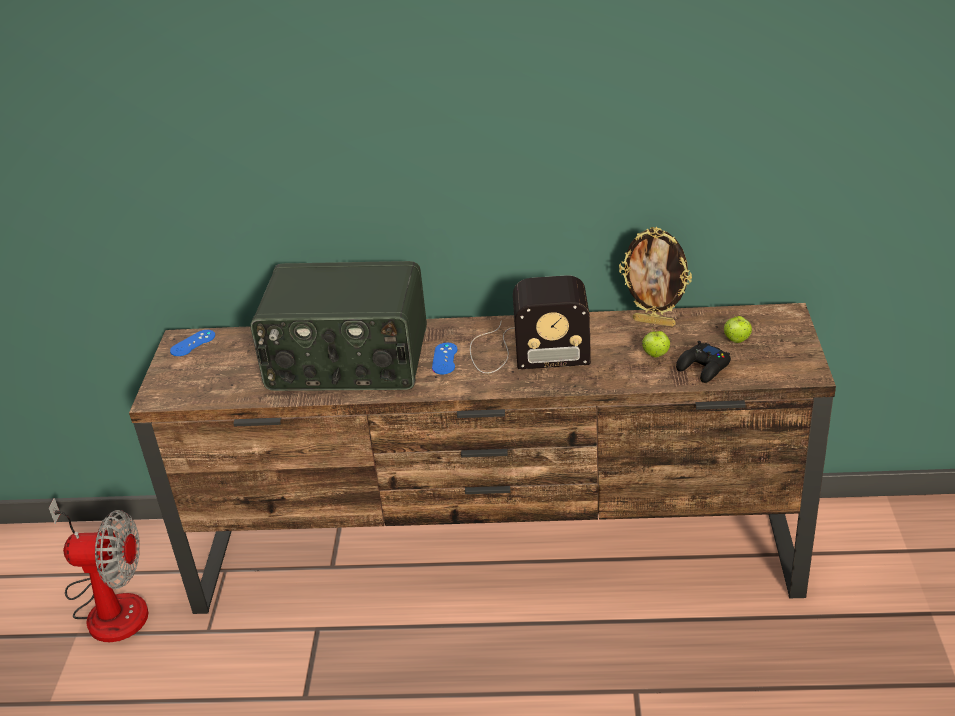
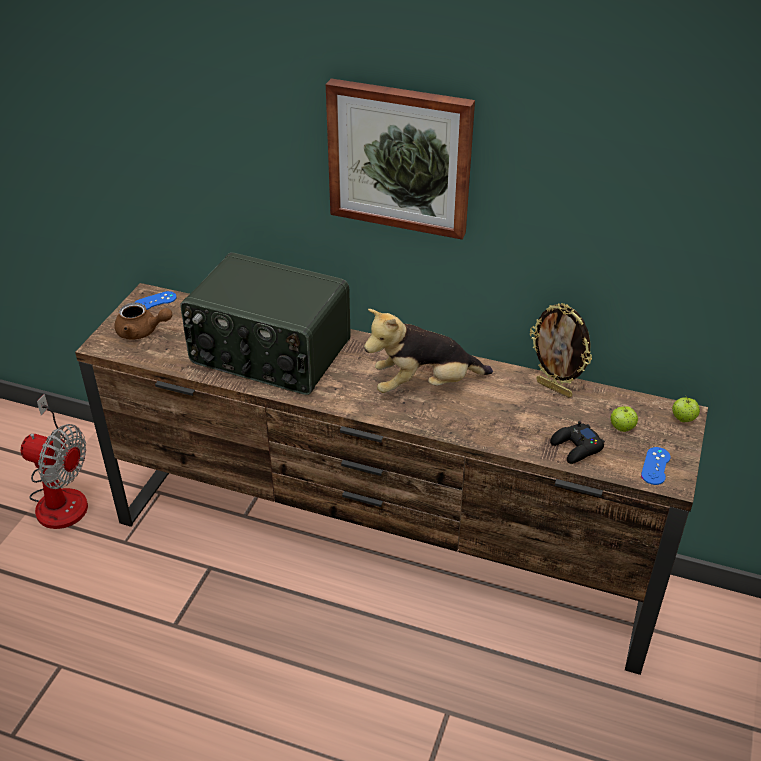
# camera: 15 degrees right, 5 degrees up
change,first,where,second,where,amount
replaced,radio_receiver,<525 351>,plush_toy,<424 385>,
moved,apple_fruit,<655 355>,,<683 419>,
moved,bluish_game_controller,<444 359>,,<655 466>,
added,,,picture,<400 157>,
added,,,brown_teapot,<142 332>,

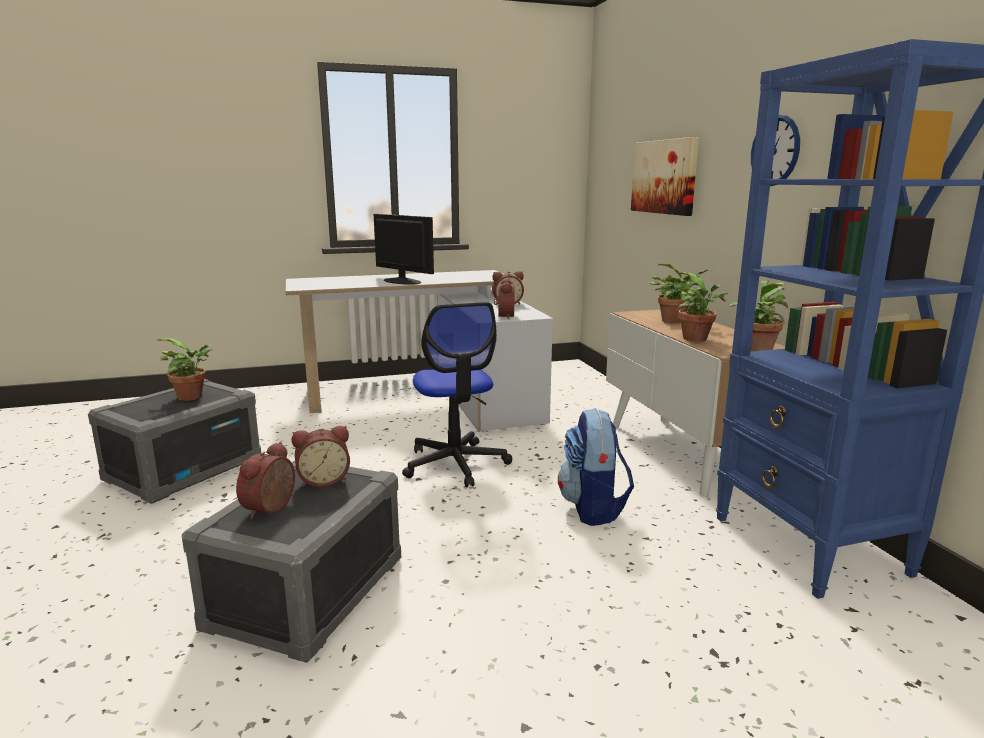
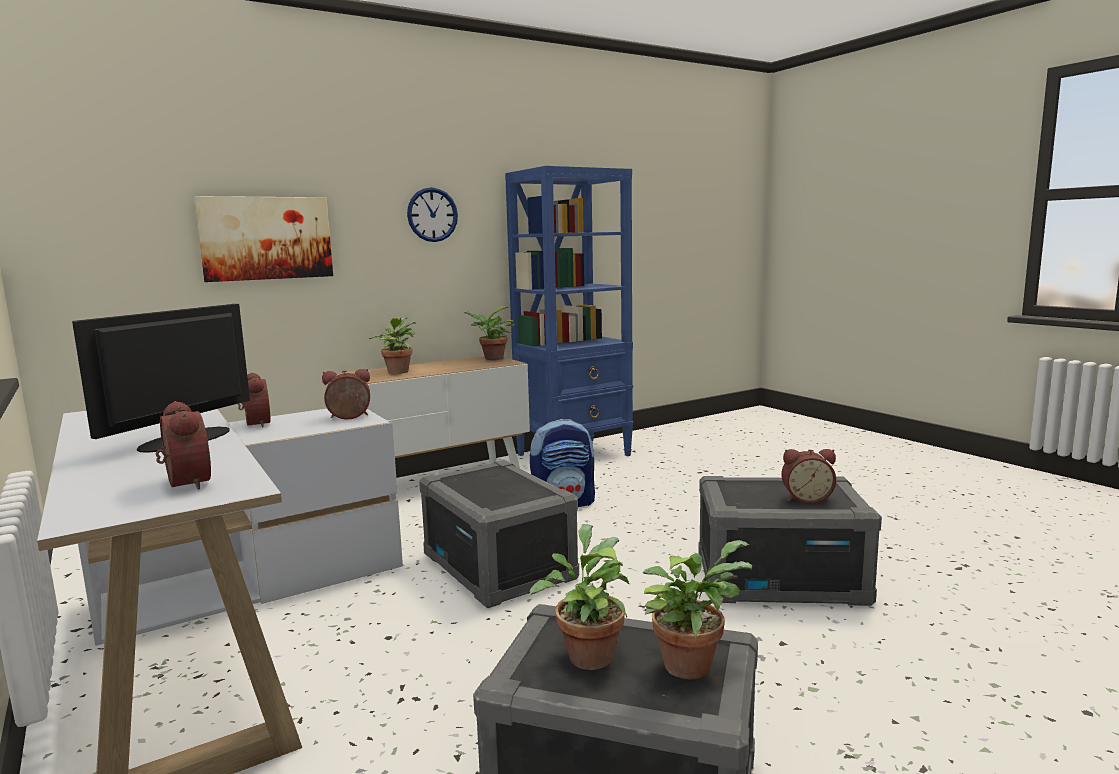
# camera: 105 degrees left, 5 degrees down
change,first,where,second,where,amount
moved,potted_plant,<697 339>,,<690 663>,
replaced,office_chair,<455 464>,grey_storage_bin,<500 567>,
moved,alarm_clock,<323 480>,,<184 483>,

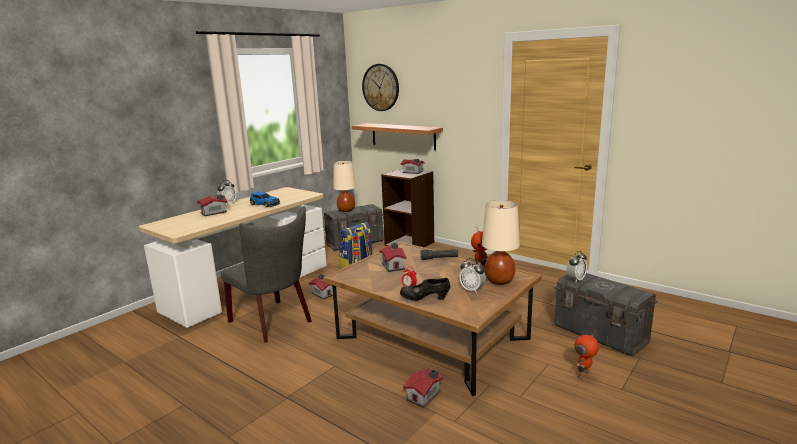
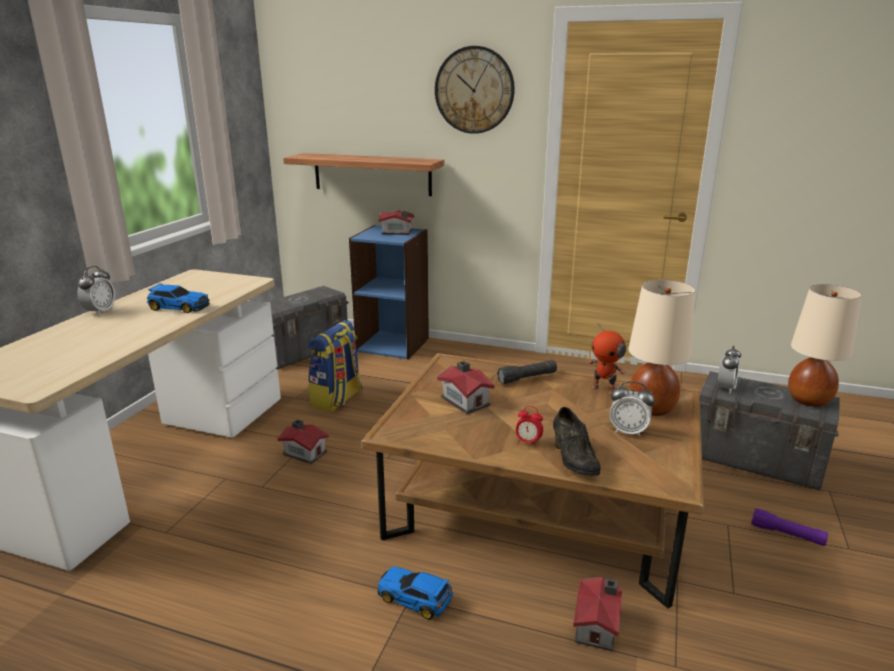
# camera: 20 degrees left, 5 degrees up
change,first,where,second,where,amount
moved,hanging_clock,<381 87>,,<474 90>,
moved,beige-coloured_table_lamp,<346 210>,,<809 400>,
recoloured,brown_bookcase,<410 243>,bluish_bookcase,<393 344>,
removed,toy_house,<214 212>,,,
removed,grey_upright_chair,<274 322>,,,
turned,black-coloured_shoe,<425 299>,,<573 461>,90 degrees counterclockwise
replaced,toy_robot,<584 375>,purplish_flashlight,<787 534>,
added,,,model_car,<416 599>,

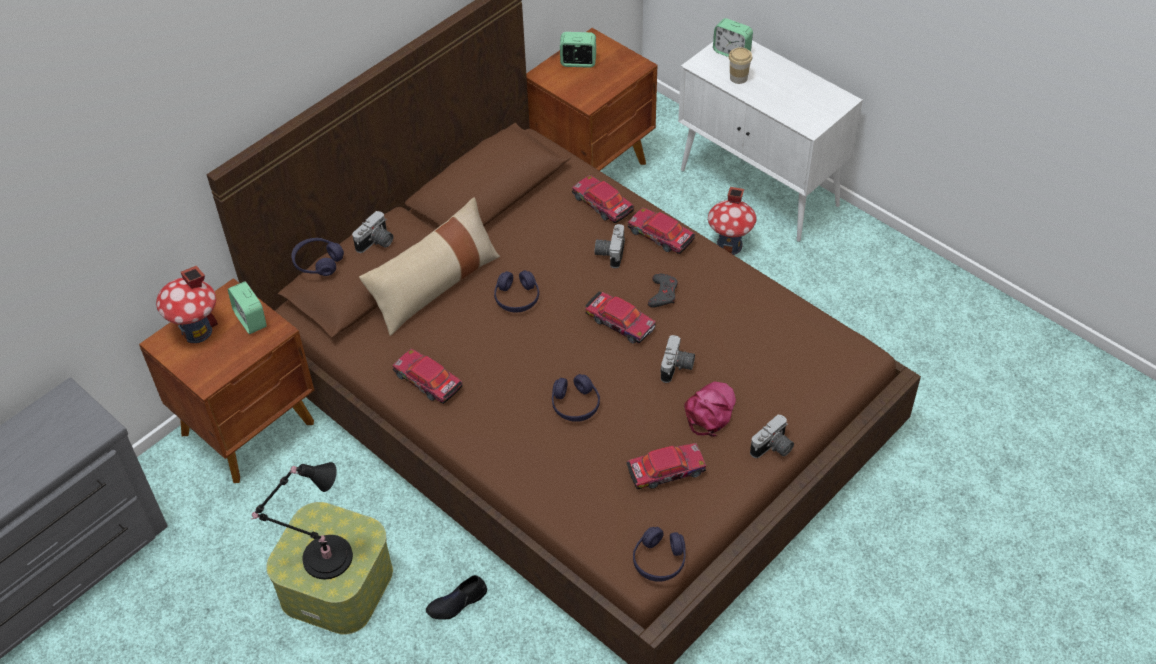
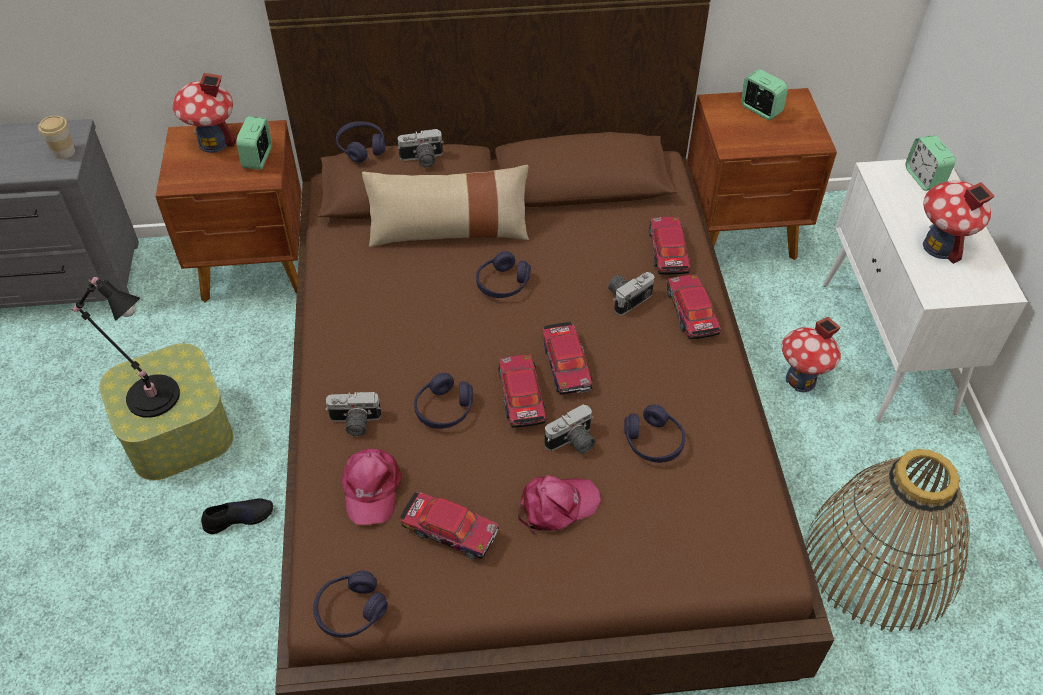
# camera: 40 degrees right, 0 degrees up
change,first,where,second,where,amount
moved,small_cup,<738 78>,,<64 152>,
removed,grey_game_controller,<663 293>,,,
moved,model_car,<428 381>,,<521 397>,
moved,still_camera,<773 448>,,<354 423>,
turned,black-coloured_shoe,<457 602>,,<239 517>,150 degrees clockwise
added,,,toy_house,<940 247>,
added,,,purplish_headset,<653 441>,
added,,,pink_peaked_cap,<371 488>,
added,,,basket,<880 560>,

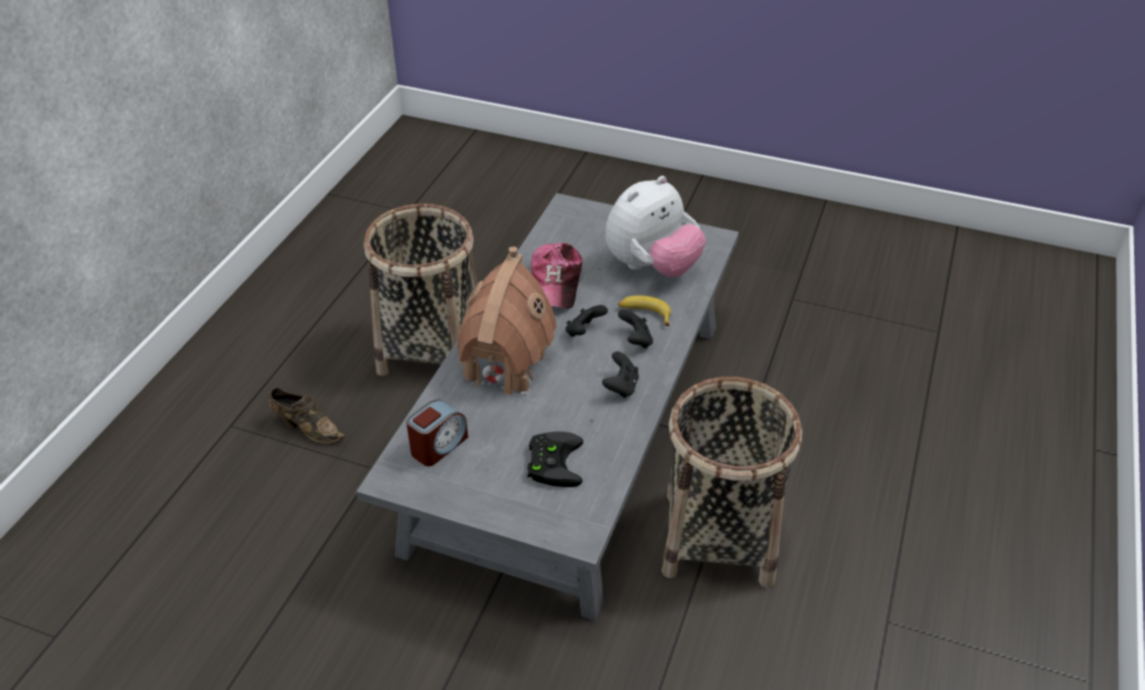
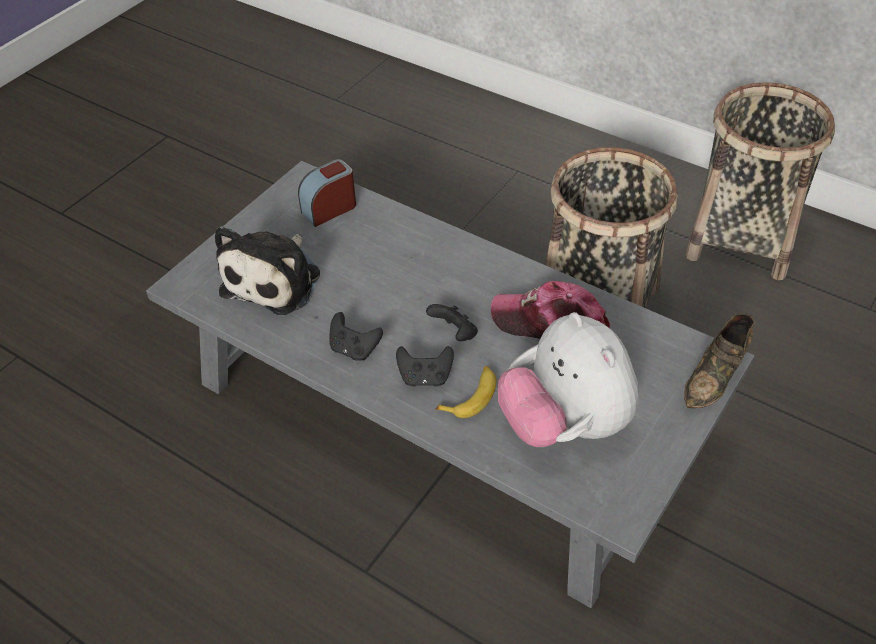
# camera: 105 degrees right, 5 degrees up
change,first,where,second,where,amount
removed,toy_house,<504 365>,,,
moved,basket,<719 538>,,<741 239>,
moved,brown_shoe,<307 428>,,<716 376>,
turned,alarm_clock,<438 446>,,<329 209>,90 degrees clockwise
replaced,black-coloured_game_controller,<552 461>,plush_toy,<275 280>,

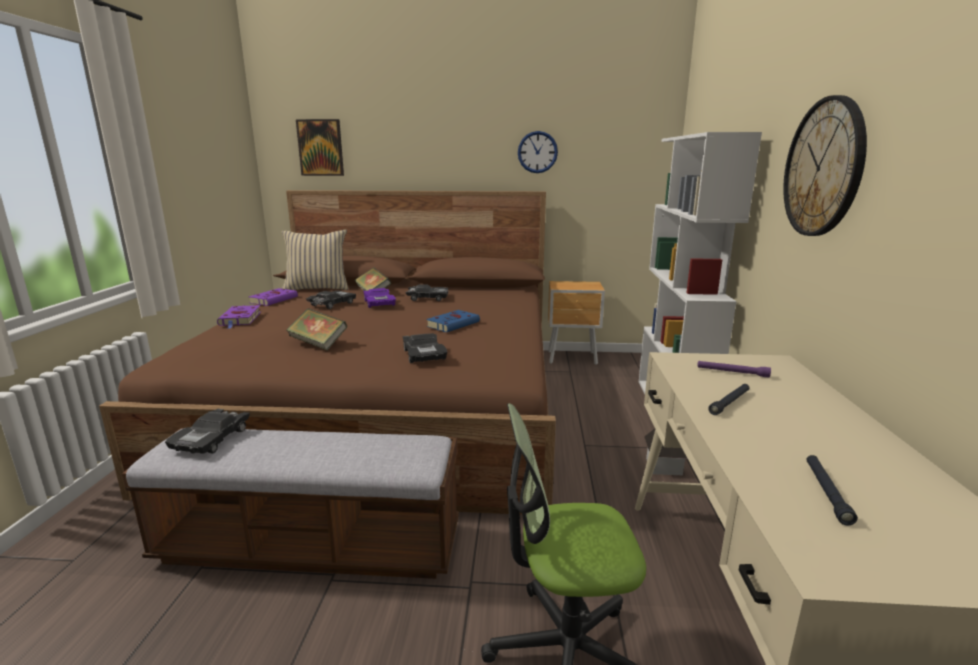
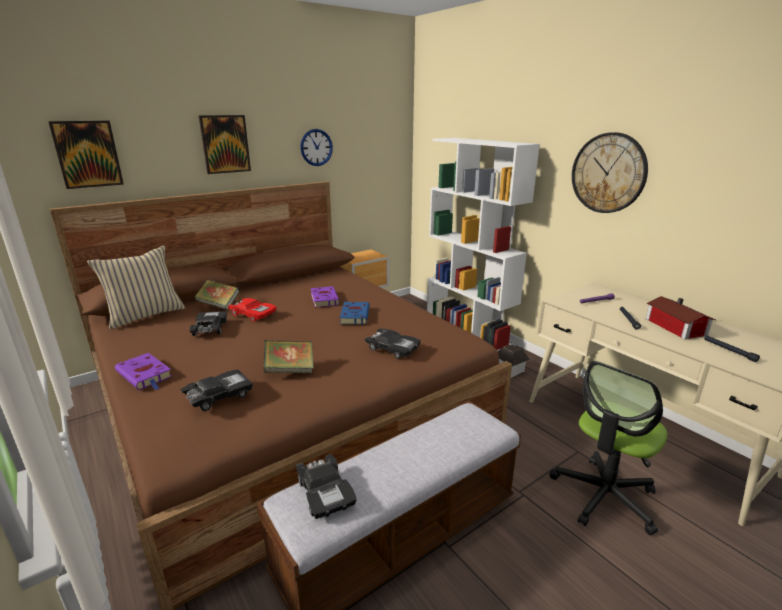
# camera: 40 degrees left, 5 degrees up
change,first,where,second,where,amount
moved,black-coloured_model_car,<427 298>,,<218 396>,
moved,purplish_book,<274 299>,,<324 299>,
recoloured,purplish_model_car,<379 303>,red-coloured_model_car,<253 314>,
added,,,picture,<225 144>,
added,,,toy_house,<675 327>,

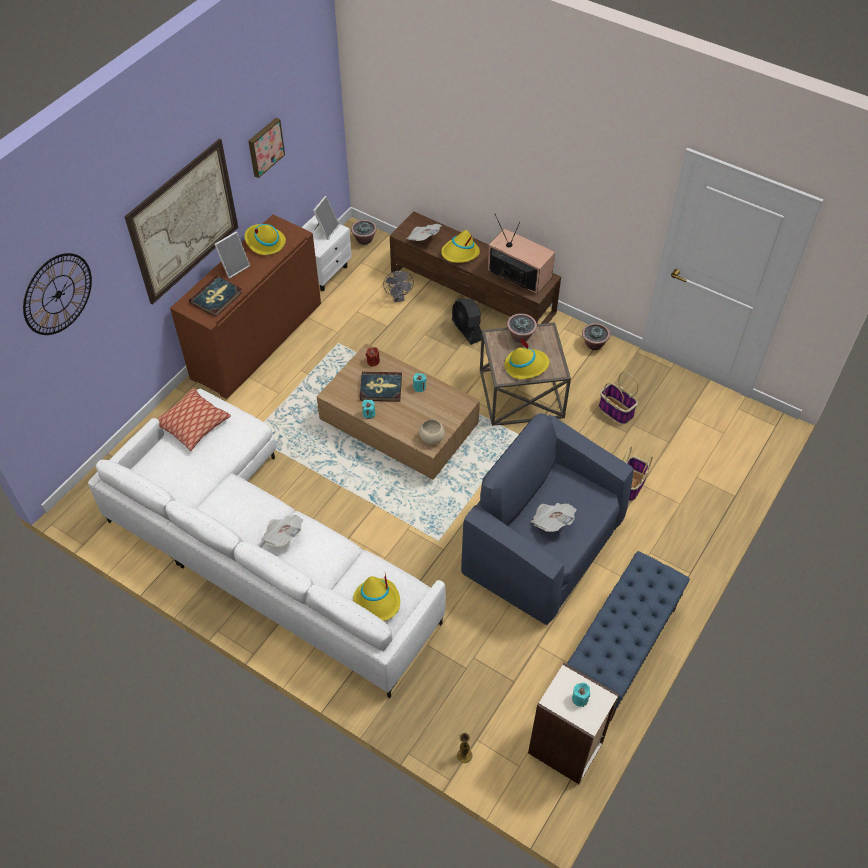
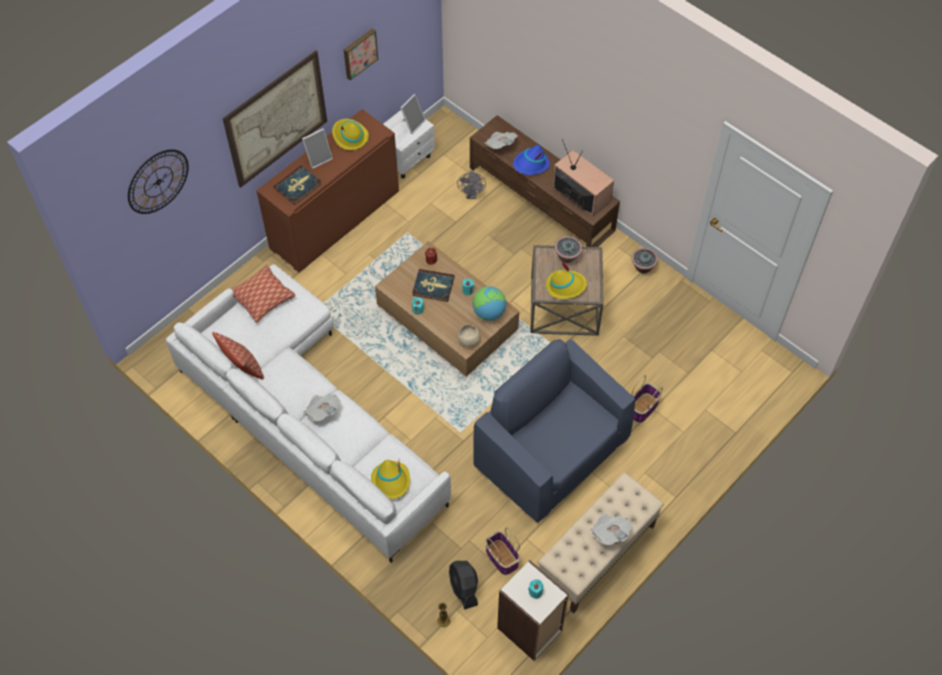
# camera: 10 degrees right, 5 degrees up
change,first,where,second,where,amount
removed,potted_plant,<364 240>,,,
recoloured,yellow_clothing_hat,<460 253>,bluish_clothing_hat,<531 164>,
moved,black-coloured_electric_fan,<467 330>,,<464 588>,
moved,basket,<615 410>,,<501 557>,
moved,daily_paper,<552 522>,,<610 532>,
recoloured,bluish_bench,<620 650>,beige-coloured_bench,<596 555>,
added,,,desk_globe,<488 312>,
added,,,throw_pillow,<243 368>,

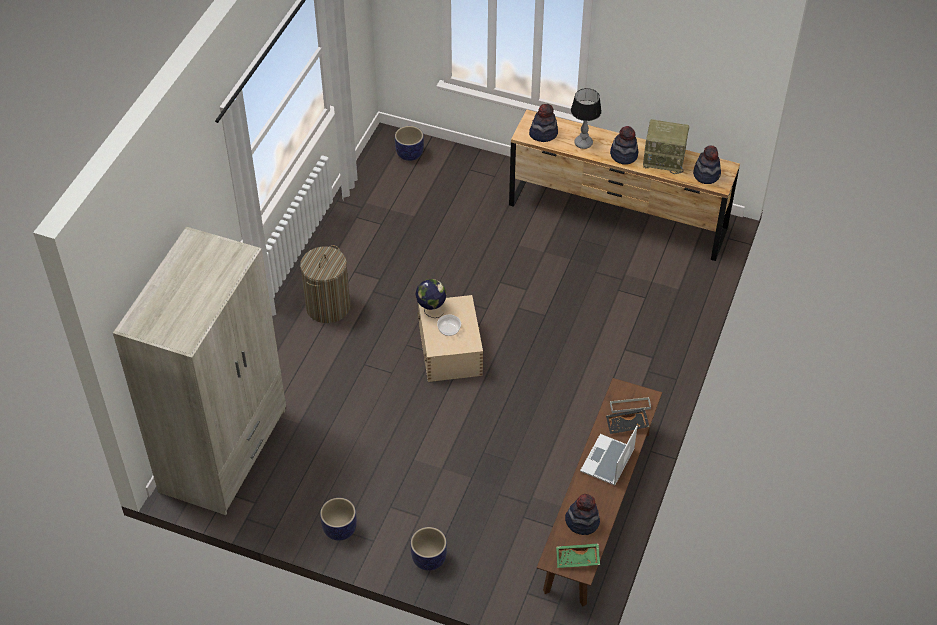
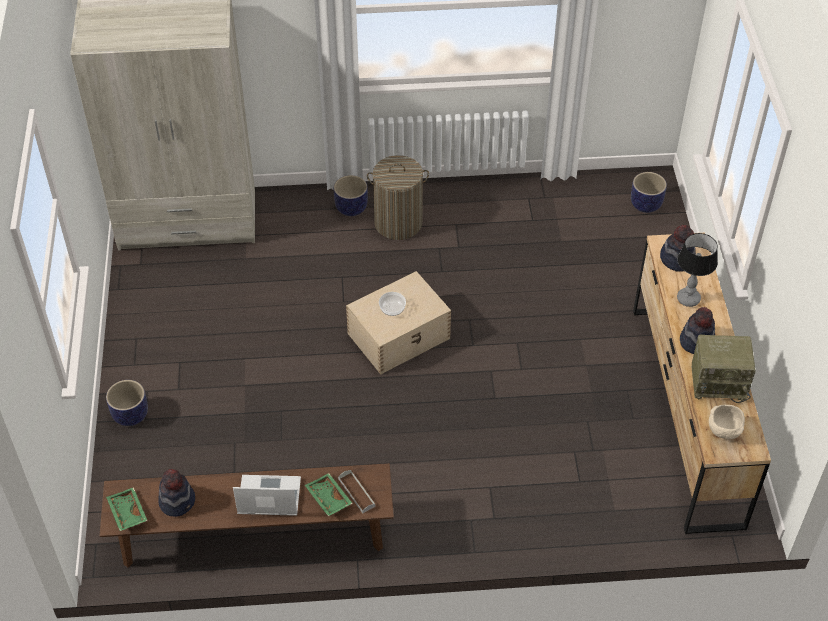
# camera: 65 degrees right, 0 degrees up
change,first,where,second,where,amount
turned,radio_receiver,<664 159>,,<719 382>,75 degrees counterclockwise
replaced,clothing_hat,<706 174>,beige-coloured_serving_bowl,<725 431>,
removed,desk_globe,<431 309>,,,
recoloured,black-coloured_serving_tray,<627 425>,green_serving_tray,<327 498>,
moved,flower_pot,<340 529>,,<351 208>,

